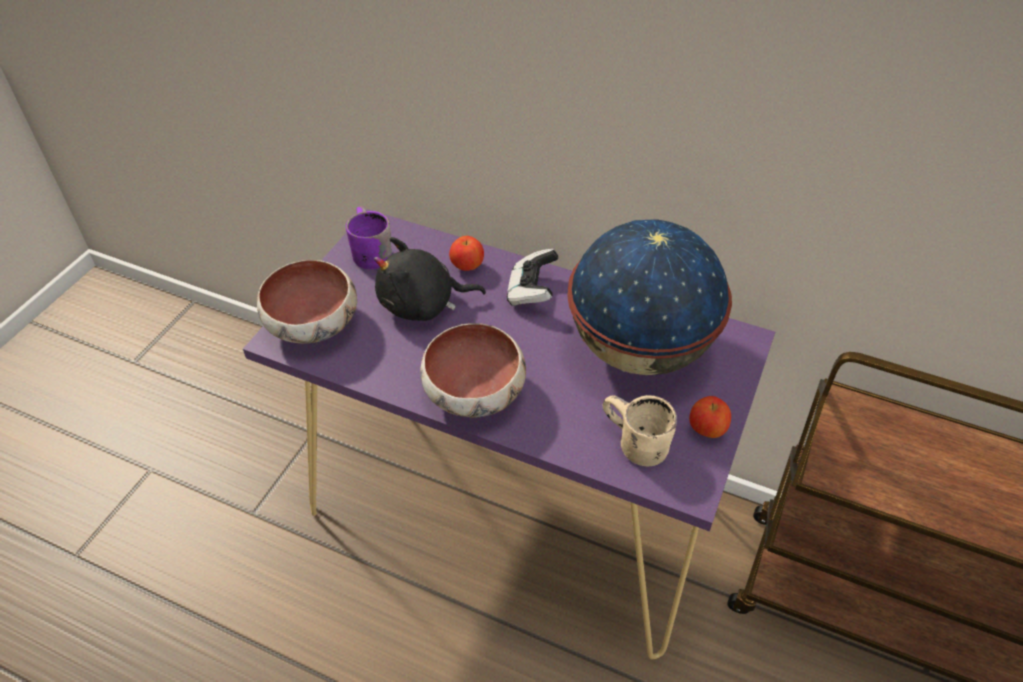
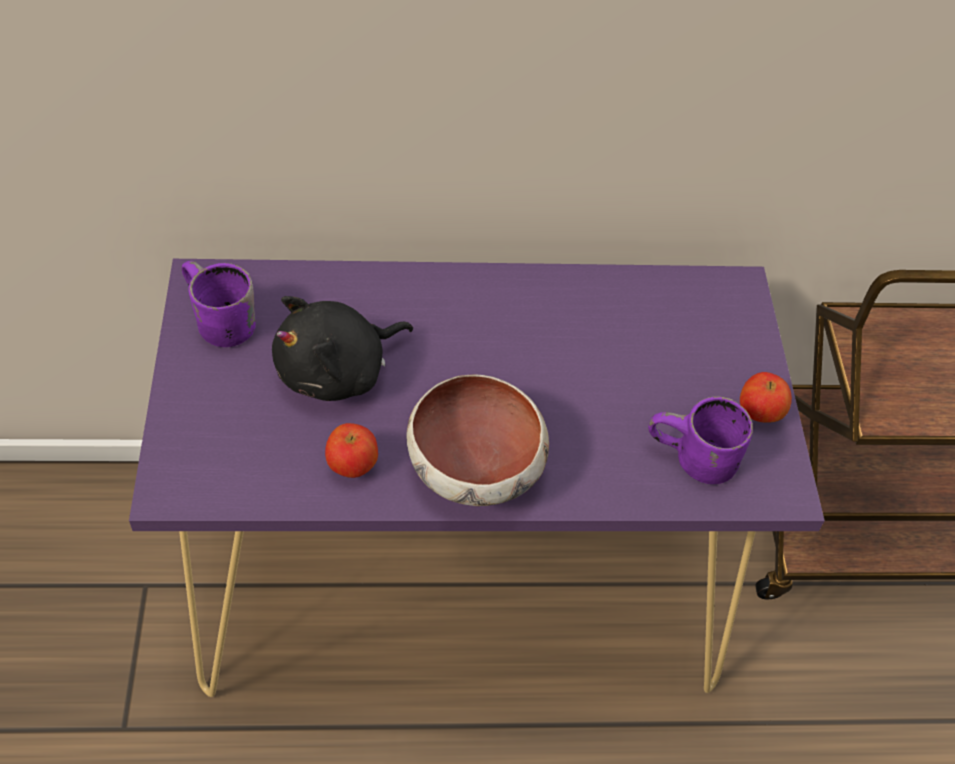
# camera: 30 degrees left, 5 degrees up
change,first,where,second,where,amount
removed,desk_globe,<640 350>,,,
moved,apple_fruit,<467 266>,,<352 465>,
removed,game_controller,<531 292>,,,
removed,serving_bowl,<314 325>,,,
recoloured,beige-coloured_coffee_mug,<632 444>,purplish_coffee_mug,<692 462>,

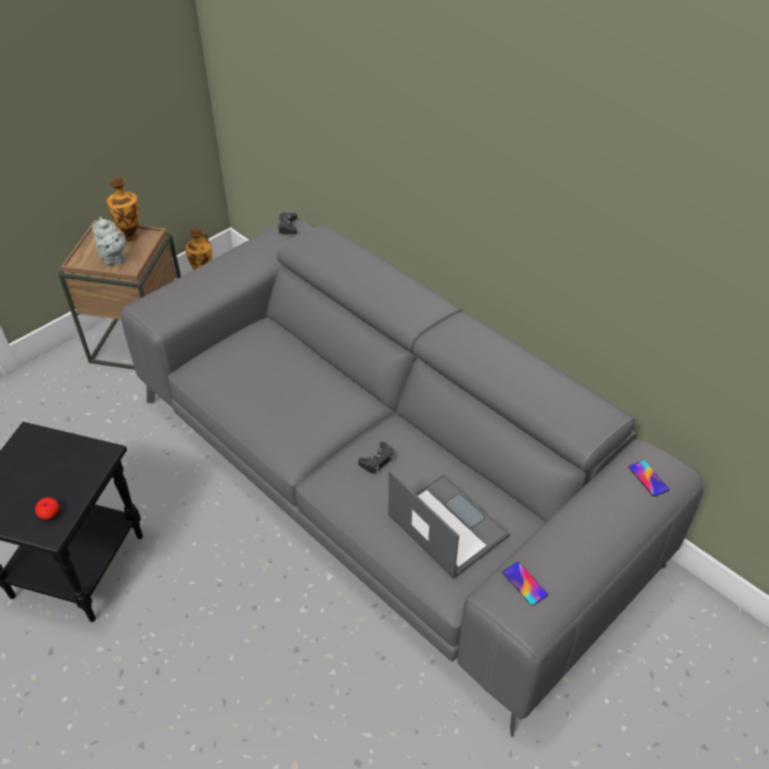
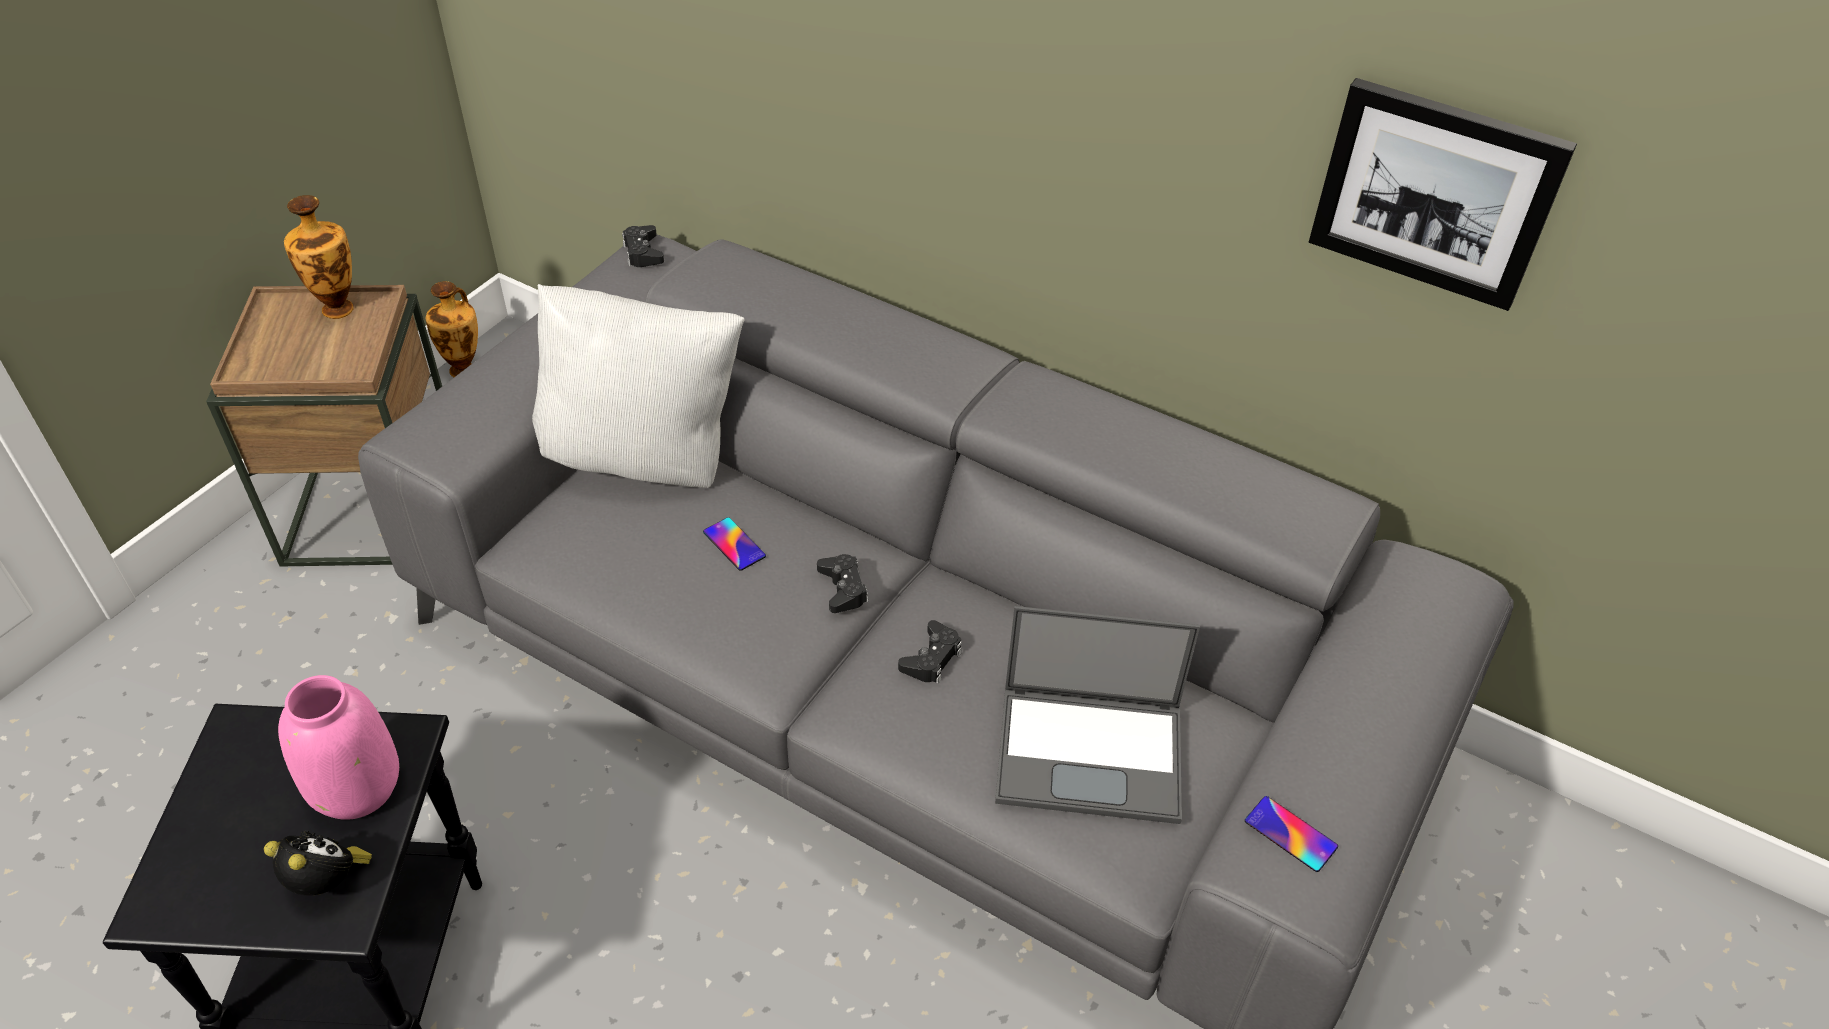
# camera: 15 degrees left, 0 degrees up
change,first,where,second,where,amount
removed,grey_teapot,<114 259>,,,
moved,handset,<648 478>,,<734 544>,
turned,portable_computer,<446 525>,,<1092 752>,150 degrees clockwise
replaced,apple_fruit,<50 515>,alarm_clock,<329 883>,
added,,,picture,<1435 192>,
added,,,whitish_throw_pillow,<645 459>,
added,,,black-coloured_game_controller,<843 588>,
added,,,pink_vase,<358 787>,

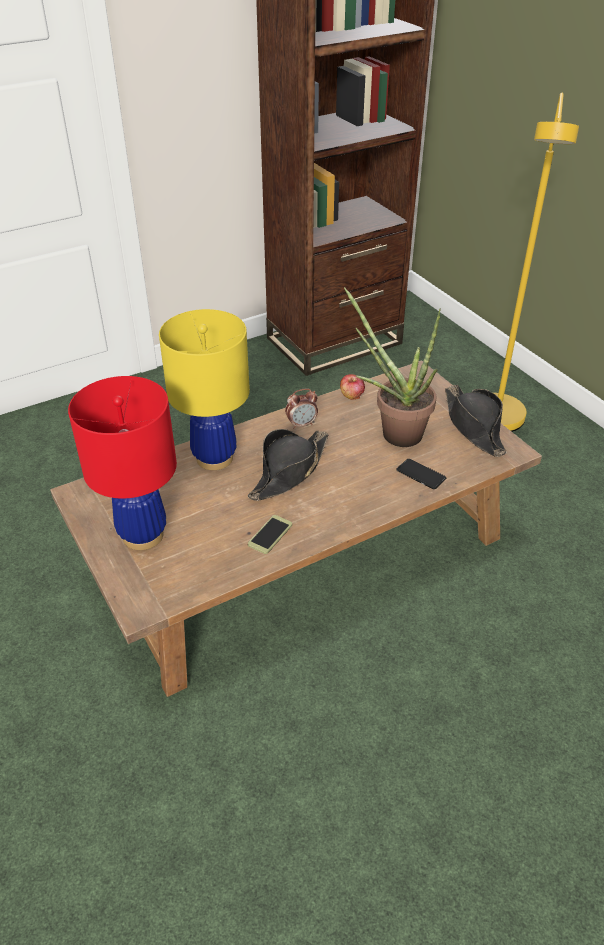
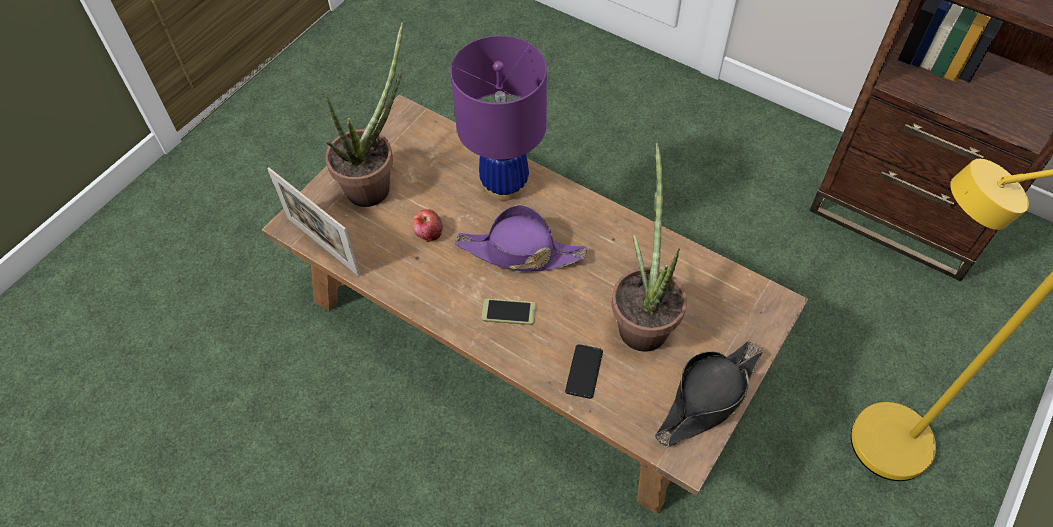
# camera: 65 degrees right, 15 degrees up
change,first,where,second,where,amount
recoloured,yellow_table_lamp,<214 458>,purplish_table_lamp,<505 185>,
moved,apple_fruit,<351 395>,,<428 233>,
replaced,red-coloured_table_lamp,<143 535>,potted_plant,<375 183>,
removed,alarm_clock,<301 424>,,,
recoloured,black-coloured_clothing_hat,<289 471>,purplish_clothing_hat,<519 252>,
moved,handset,<270 535>,,<508 312>,
added,,,standing_frame,<322 246>,

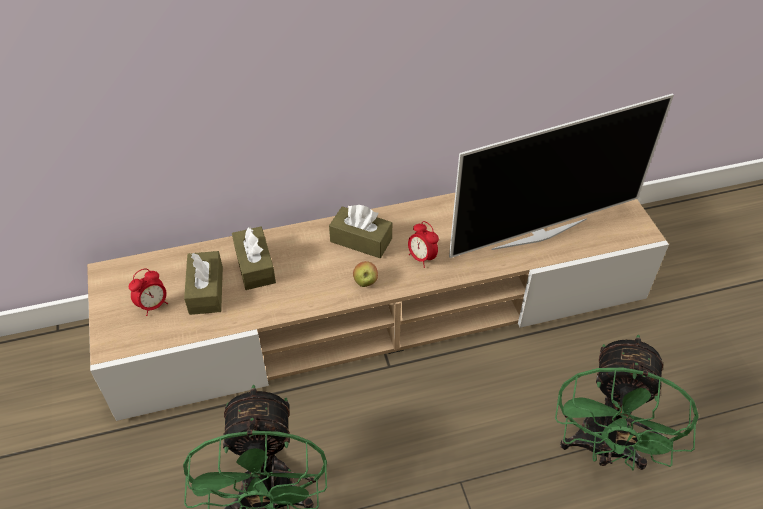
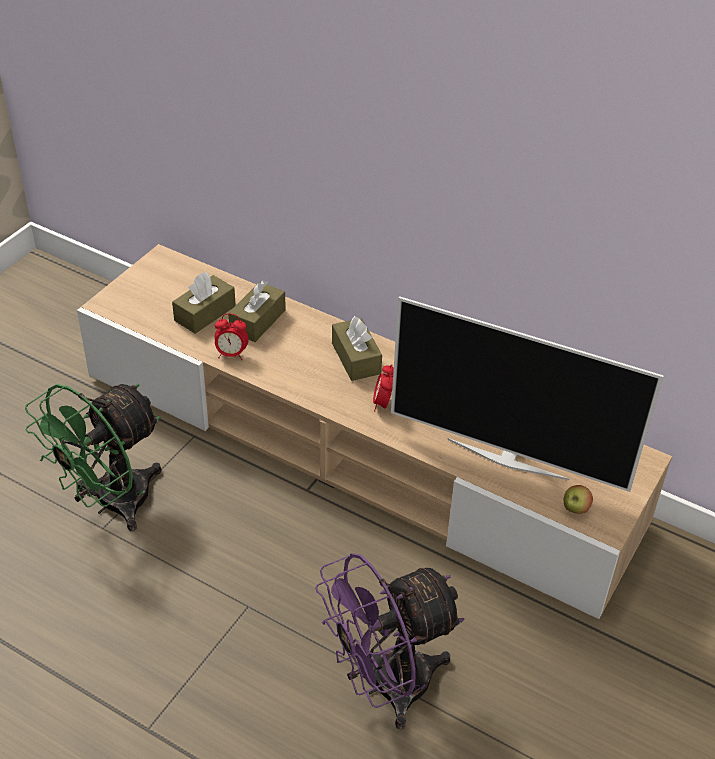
# camera: 45 degrees right, 5 degrees down
change,first,where,second,where,amount
moved,apple_fruit,<365 282>,,<575 509>,
moved,alarm_clock,<153 305>,,<231 354>,
recoloured,green_electric_fan,<602 450>,purplish_electric_fan,<385 686>,

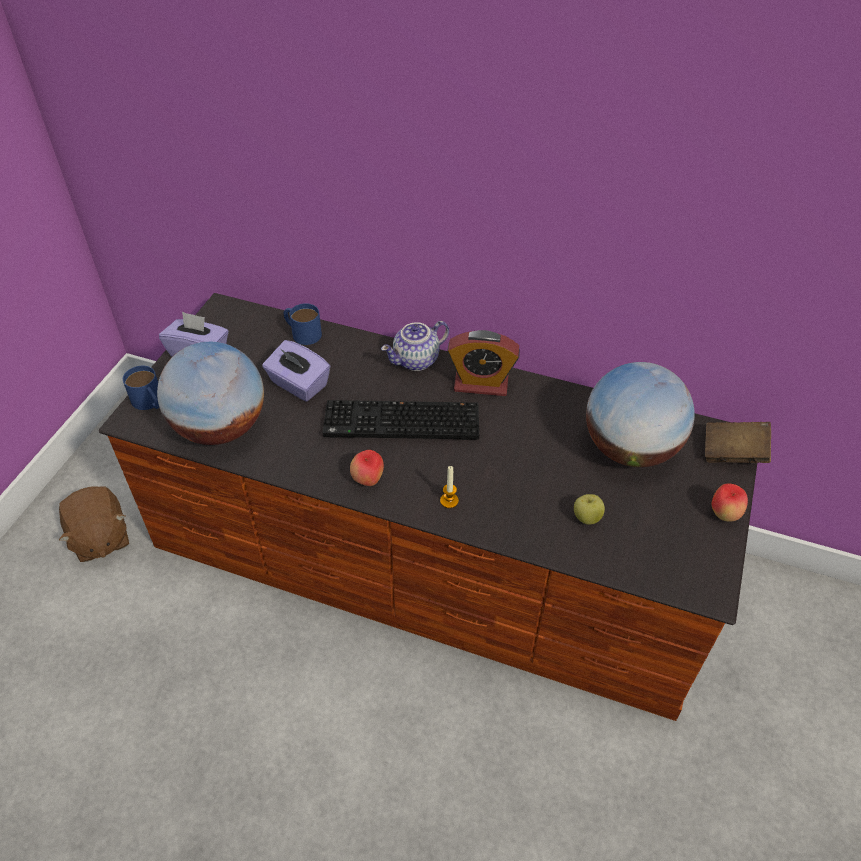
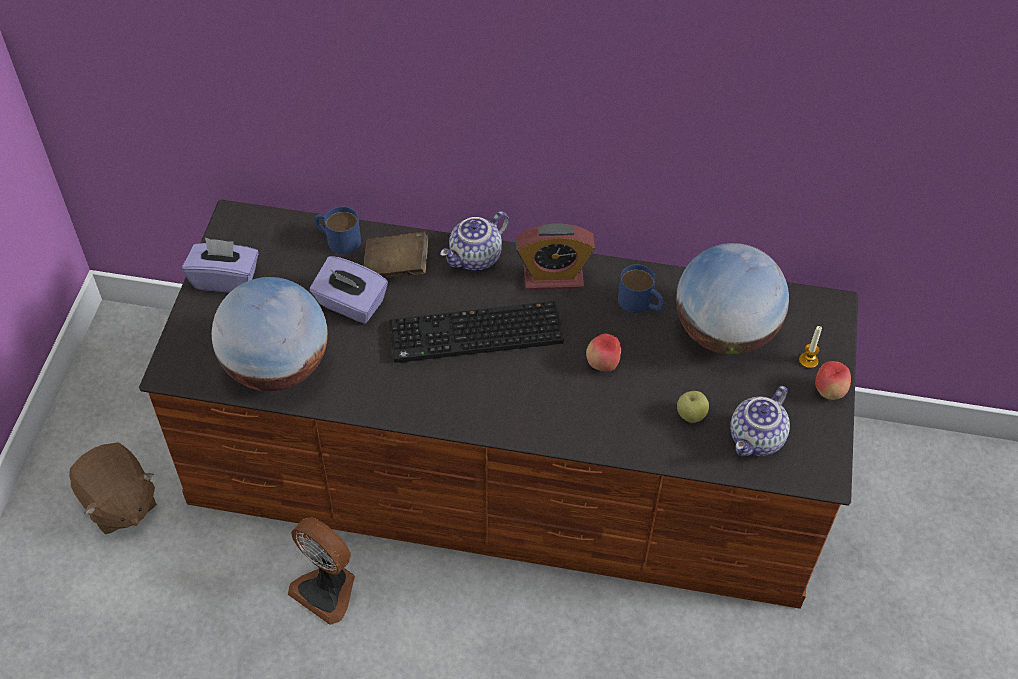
# camera: 10 degrees left, 5 degrees up
change,first,where,second,where,amount
moved,bluish_coffee_mug,<150 402>,,<641 303>,
moved,brown_book,<733 453>,,<396 267>,
moved,apple_fruit,<368 480>,,<603 364>,
moved,wax_light,<449 501>,,<808 360>,
added,,,teapot,<757 439>,
added,,,electric_fan,<327 589>,

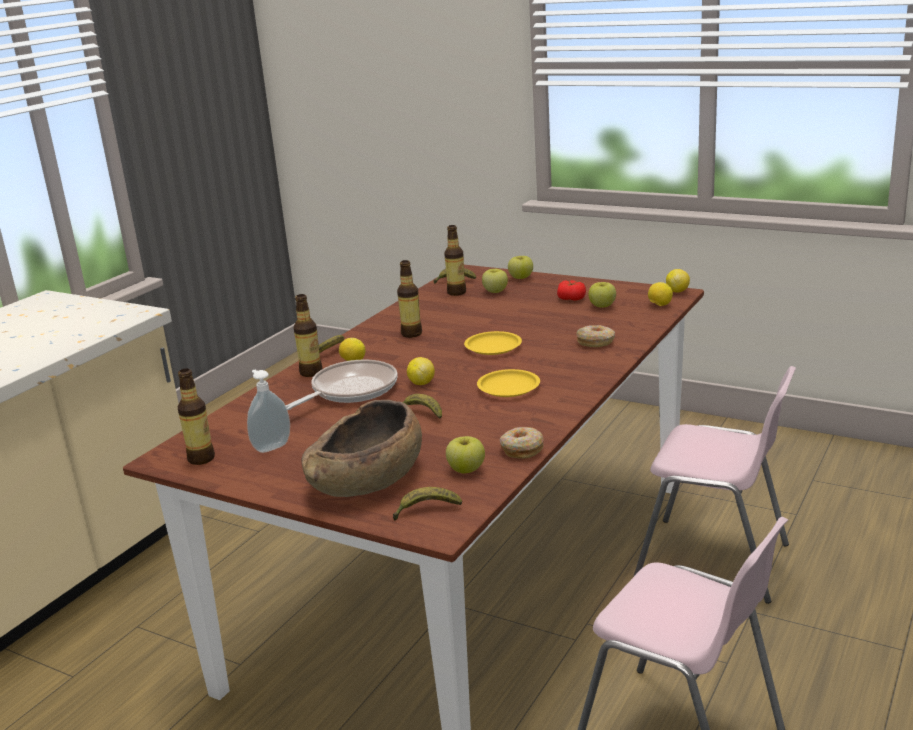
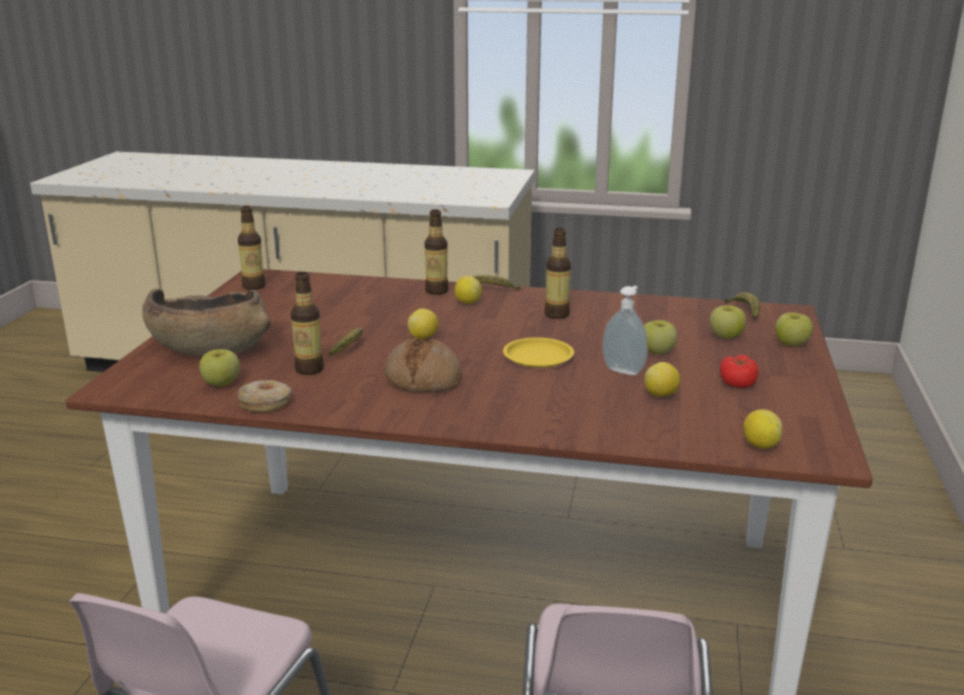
# camera: 70 degrees right, 0 degrees up
change,first,where,second,where,amount
moved,drink_bottle,<456 292>,,<309 369>,
moved,whole_lemon,<677 291>,,<661 395>,
moved,apple_fruit,<602 306>,,<657 352>,
removed,donut,<595 342>,,,
removed,pan,<350 390>,,,
replaced,yellow_dinner_plate,<508 387>,bakery_bread,<423 379>,
moved,liquid_soap_bottle,<271 447>,,<624 370>,
removed,banana_fruit,<426 510>,,,

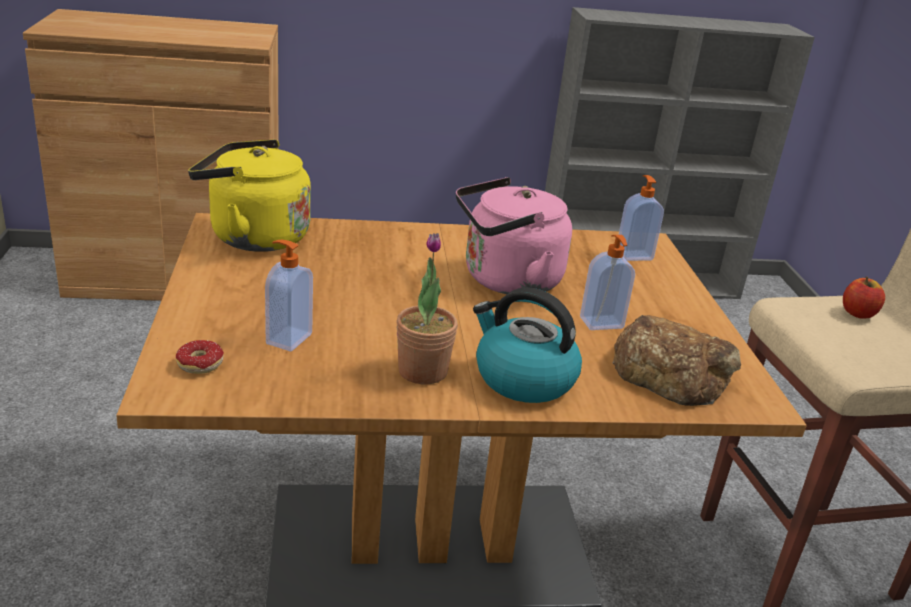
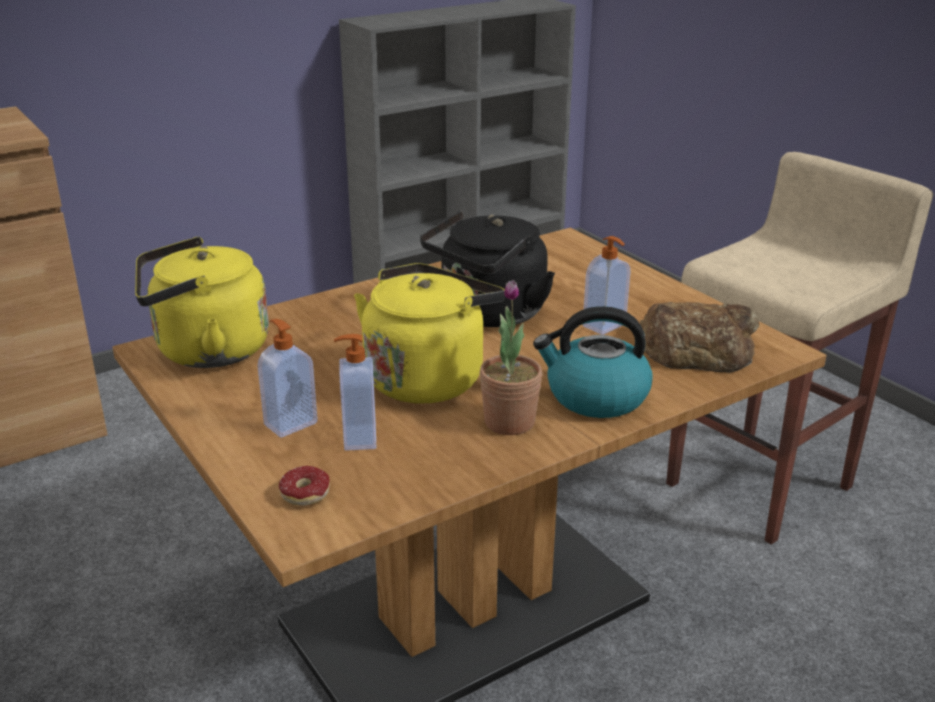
# camera: 25 degrees left, 0 degrees up
change,first,where,second,where,amount
moved,liquid_soap_bottle,<633 255>,,<290 423>,
recoloured,pink_tea_kettle,<506 281>,black-coloured_tea_kettle,<489 315>,
removed,apple_fruit,<858 313>,,,
added,,,yellow_tea_kettle,<428 378>,

